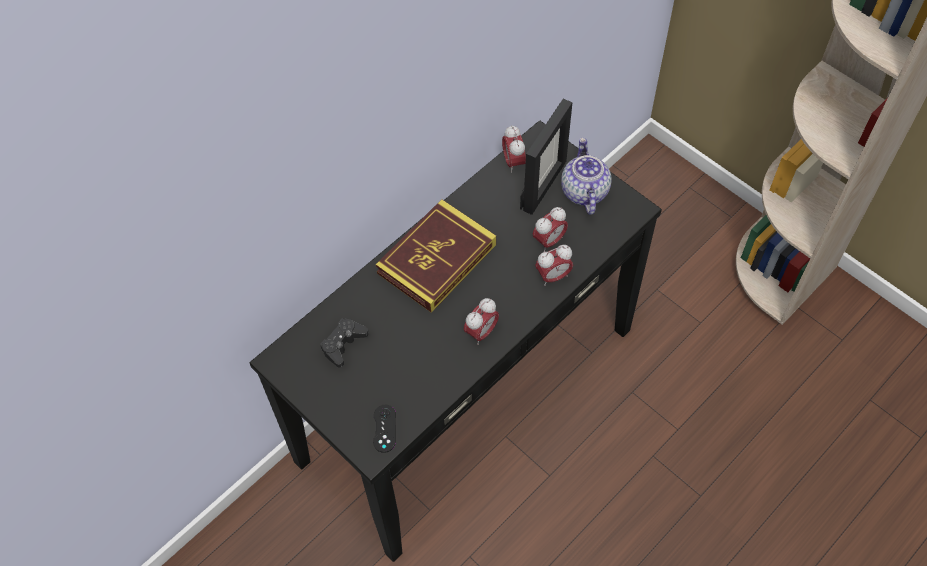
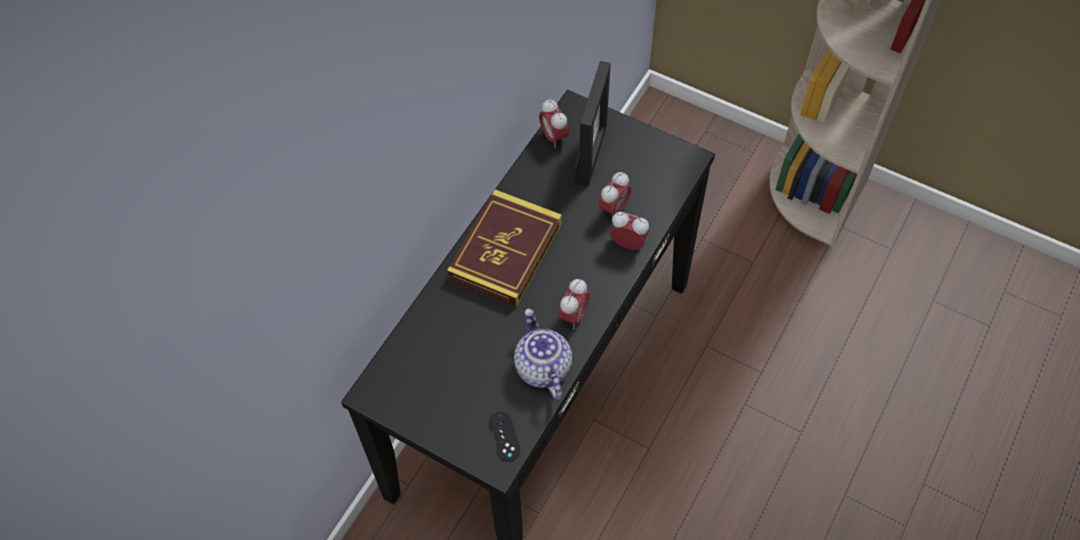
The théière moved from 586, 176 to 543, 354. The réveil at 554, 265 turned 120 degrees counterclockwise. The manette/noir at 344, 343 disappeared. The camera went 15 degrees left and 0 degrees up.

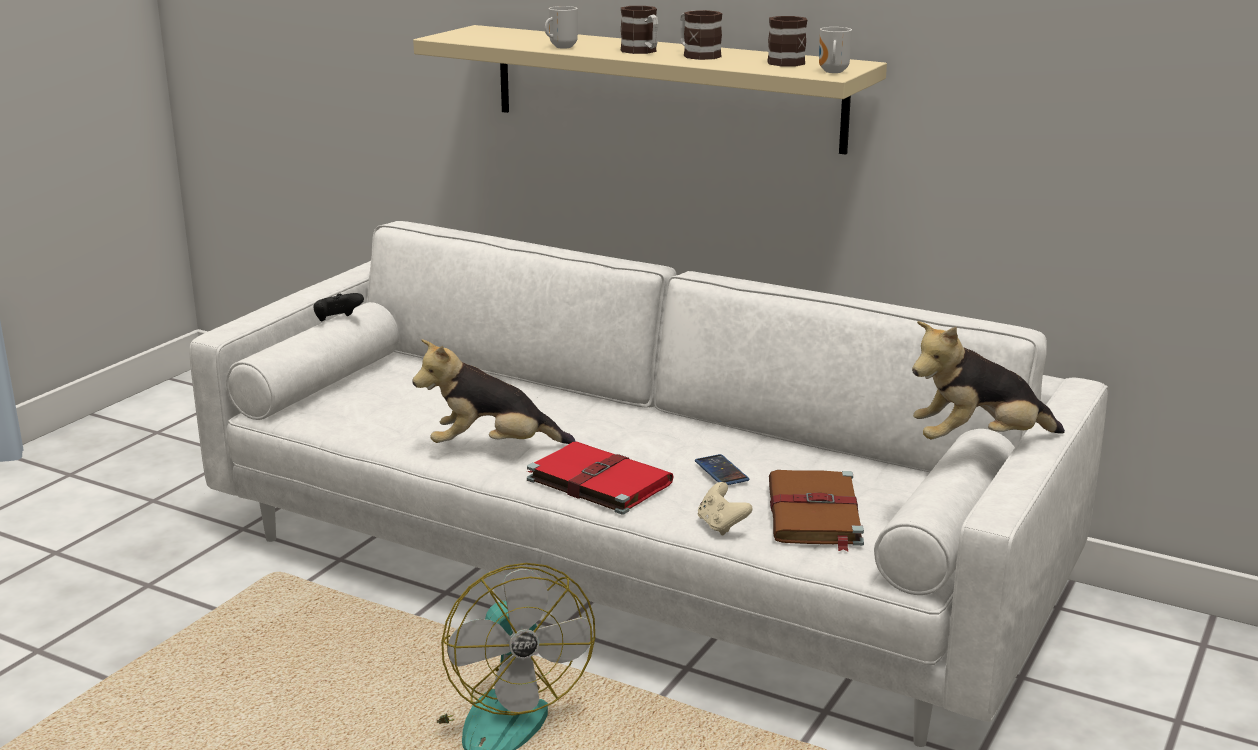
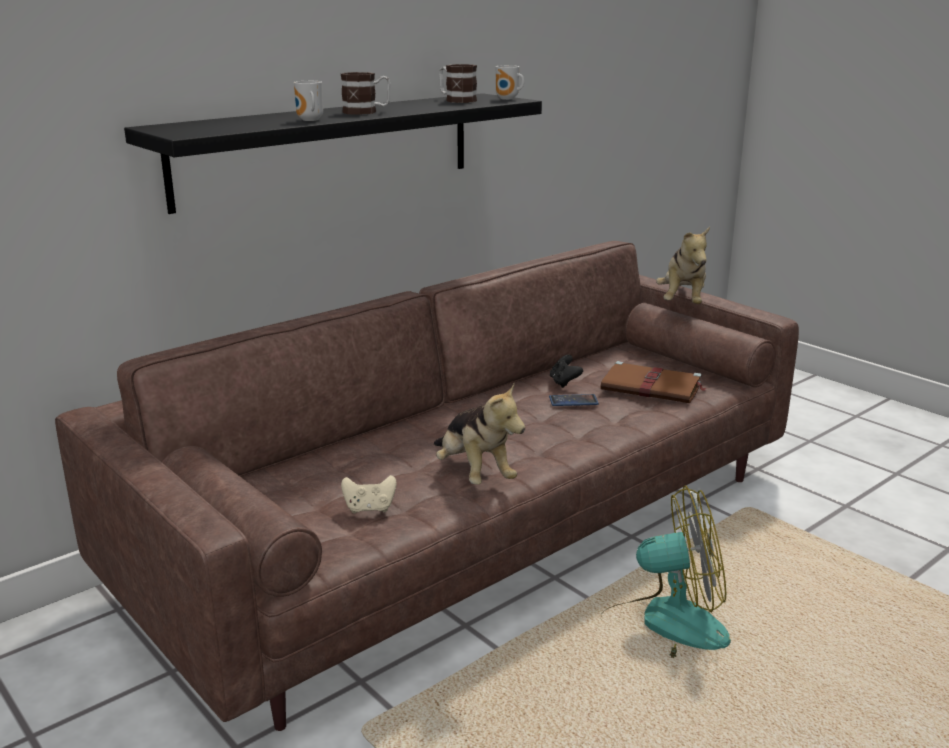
The canapé/blanc at 649, 484 became the canapé/marron at 427, 486. The étagère/beige at 650, 90 became the étagère/noir at 333, 153. The manette/beige moved from 725, 509 to 369, 494. The peluche at 494, 391 turned 45 degrees counterclockwise. The manette/noir moved from 338, 307 to 566, 371. The livre/rouge at 600, 478 disappeared. The mug at 701, 35 disappeared. The camera went 70 degrees left and 0 degrees up.

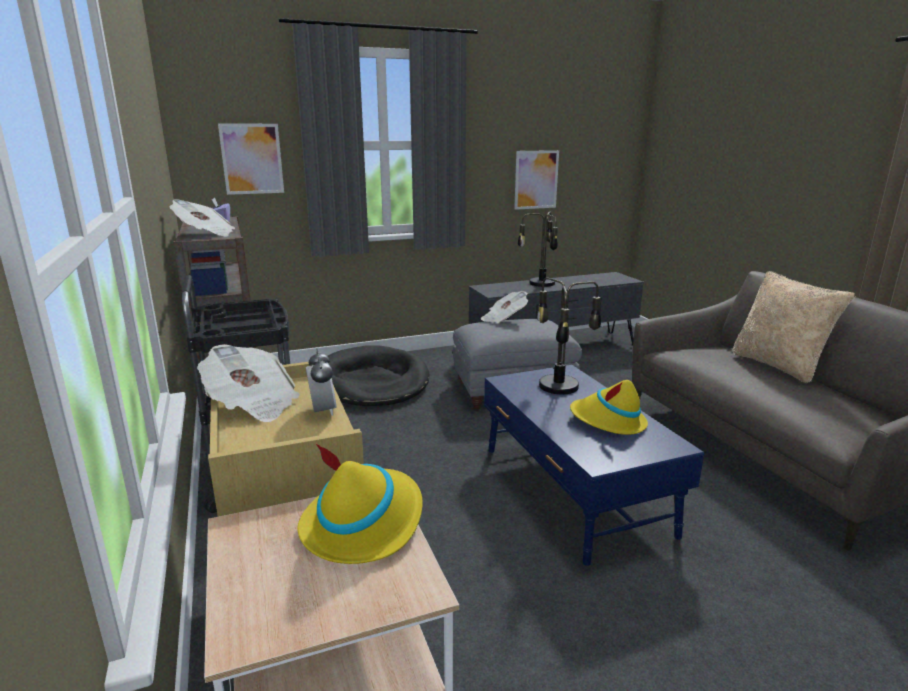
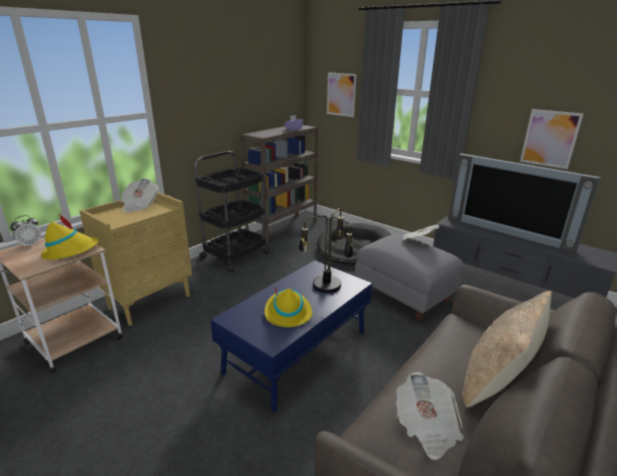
The réveil moved from 321, 382 to 25, 231. The journal moved from 202, 218 to 430, 416. The lampe de table at 538, 249 was replaced by the téléviseur at 524, 203. The camera went 60 degrees right and 5 degrees up.

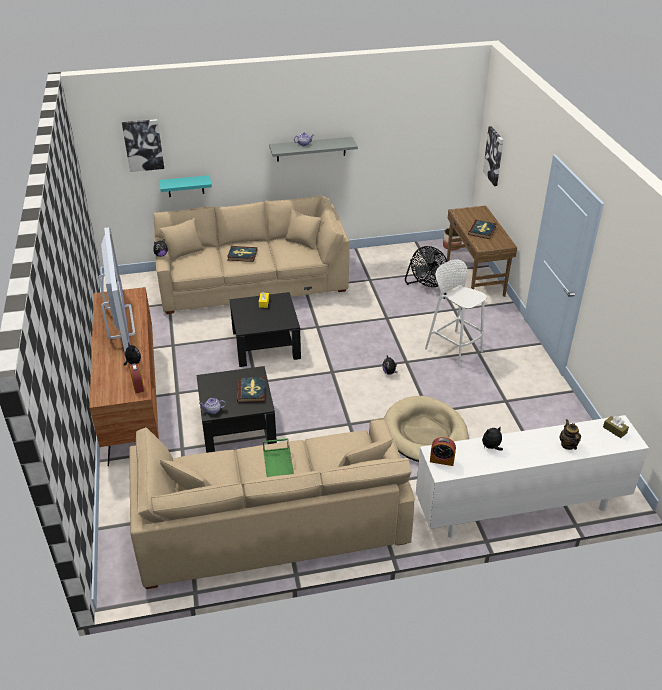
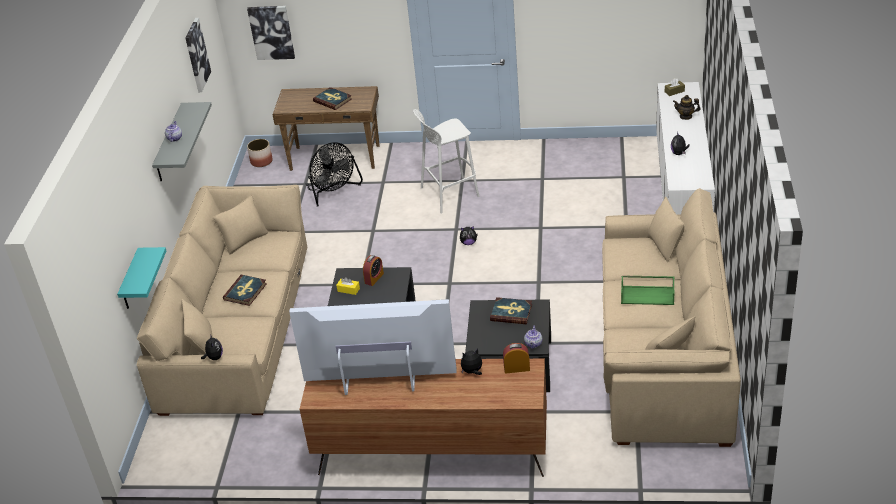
The tableau moved from 143, 145 to 198, 55. The réveil moved from 443, 451 to 373, 270. The panier pour chien/beige at 426, 429 disappeared. The camera went 70 degrees left and 0 degrees up.

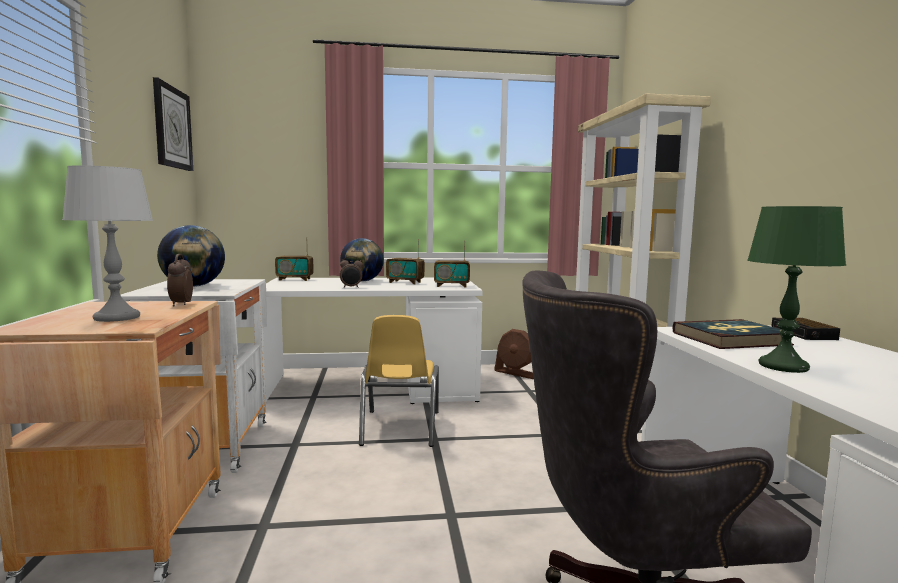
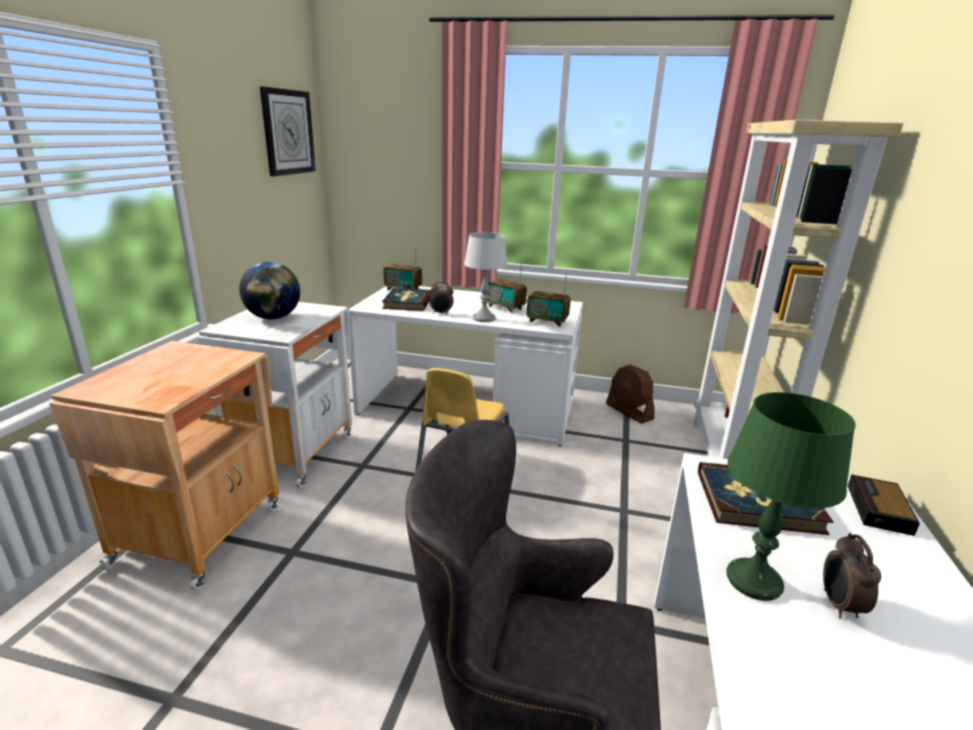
The livre at 407, 299 appeared. The lampe de table/gris moved from 107, 243 to 486, 277. The réveil moved from 180, 280 to 852, 576. The globe at 362, 260 disappeared. The camera went 20 degrees right and 15 degrees up.

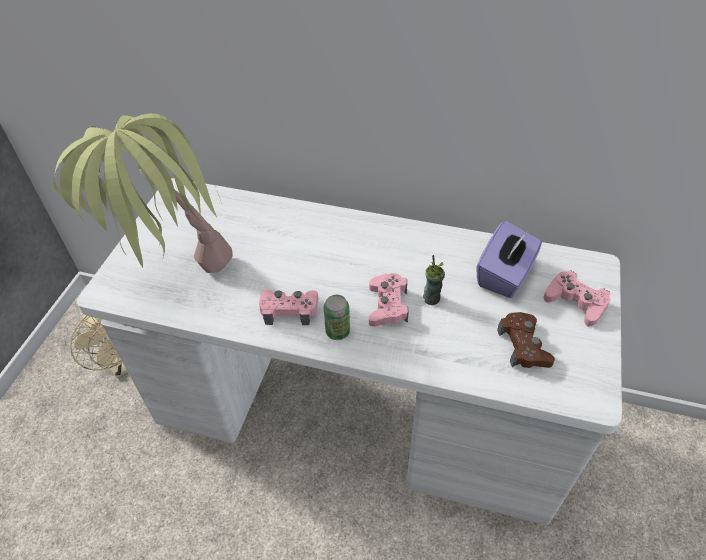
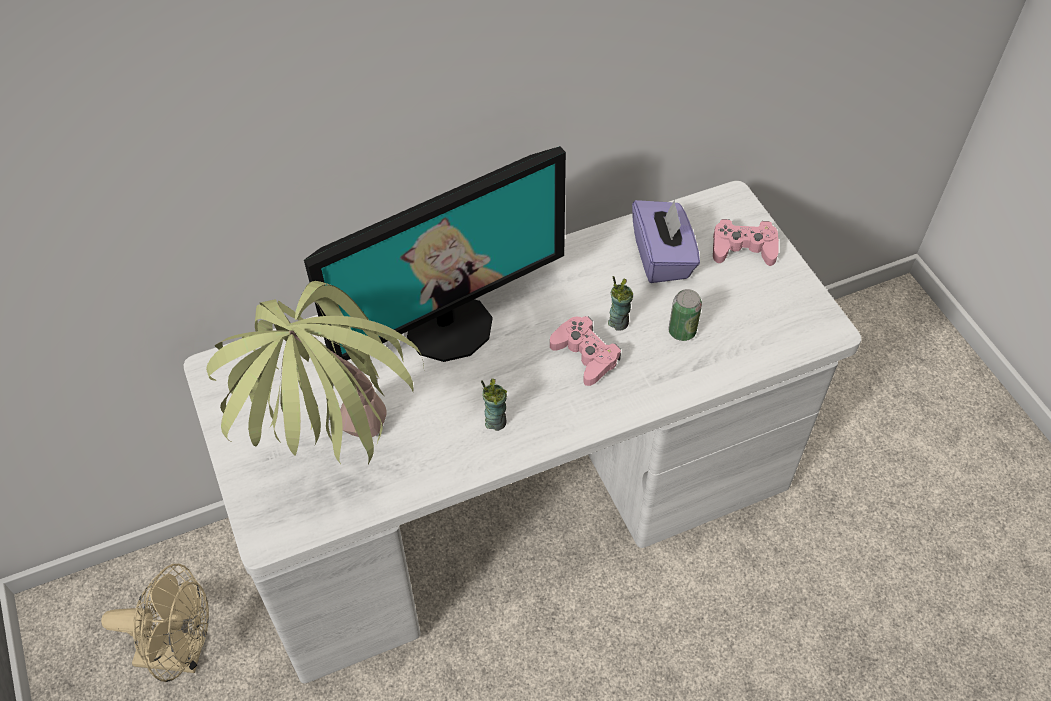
The écran d'ordinateur at 435, 254 appeared. The manette/rose at 288, 307 was replaced by the tasse at 494, 405. The boîte métallique moved from 337, 317 to 685, 315. The manette/marron at 526, 340 disappeared. The camera went 40 degrees left and 5 degrees up.

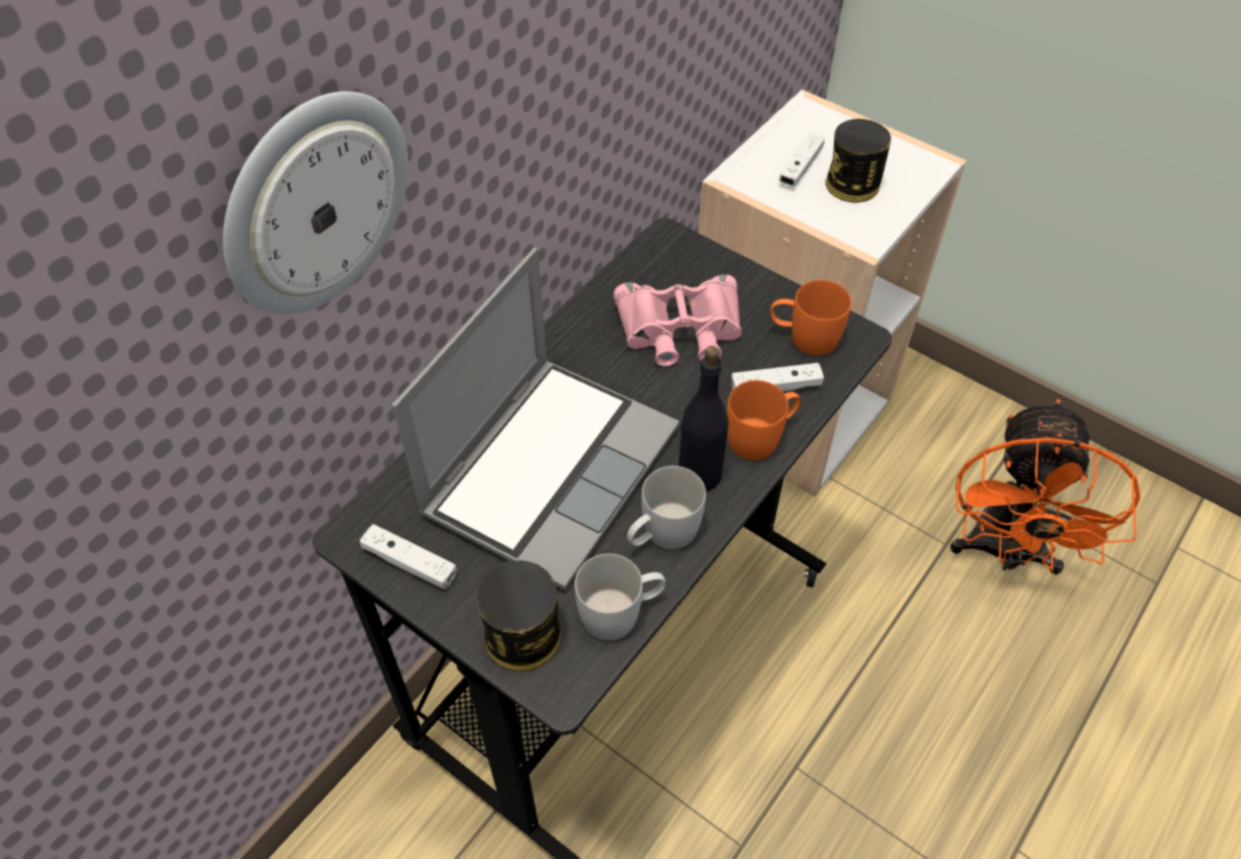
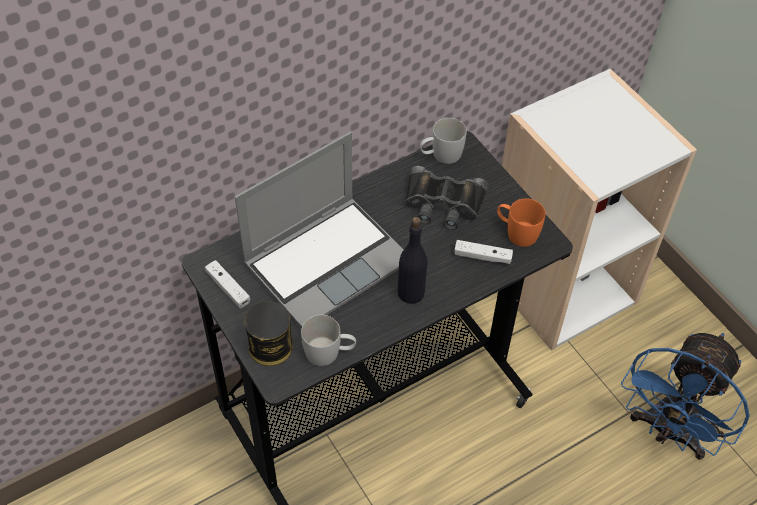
The jumelles/rose at 678, 320 became the jumelles/noir at 447, 198. The mug/blanc moved from 666, 507 to 443, 141. The ventilateur/orange at 1045, 487 became the ventilateur/bleu at 685, 396. The horloge murale at 315, 202 disappeared. The mug/orange at 764, 420 disappeared. The manette/blanc at 802, 159 disappeared. The boîte métallique at 858, 161 disappeared. The camera went 20 degrees right and 0 degrees up.

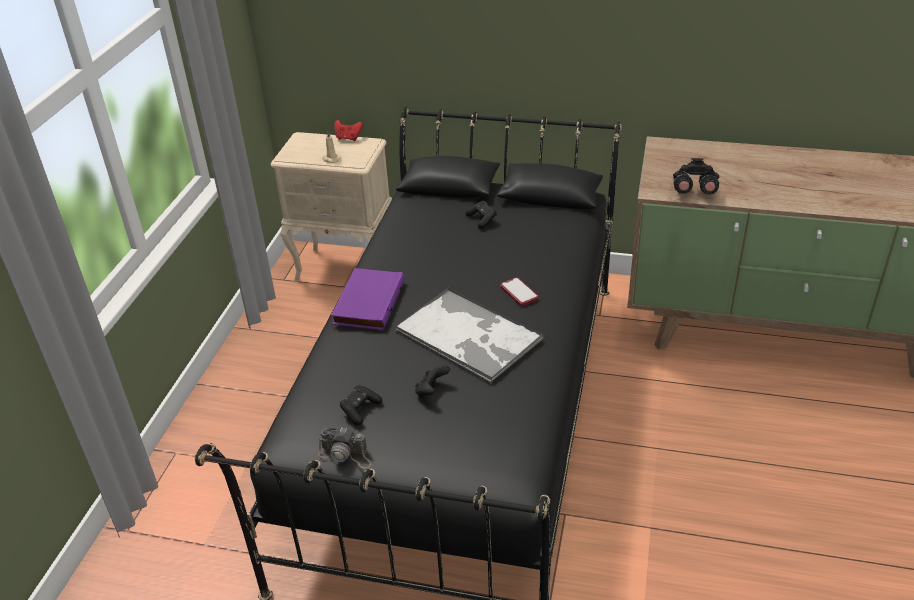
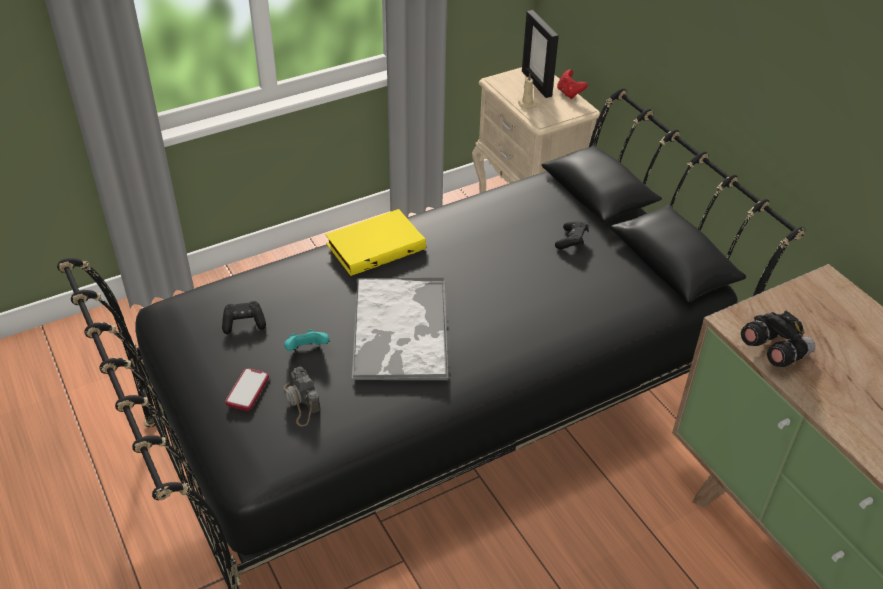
The téléphone moved from 519, 292 to 247, 389. The manette/noir at 432, 381 became the manette/turquoise at 306, 340. The appareil photo moved from 344, 448 to 302, 396. The livre/violet at 368, 299 became the livre/jaune at 375, 242. The cadre photo at 540, 54 appeared. The camera went 45 degrees right and 5 degrees up.

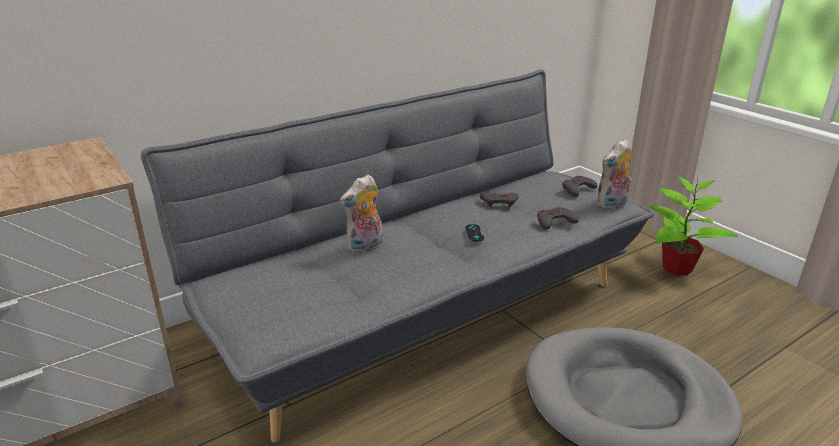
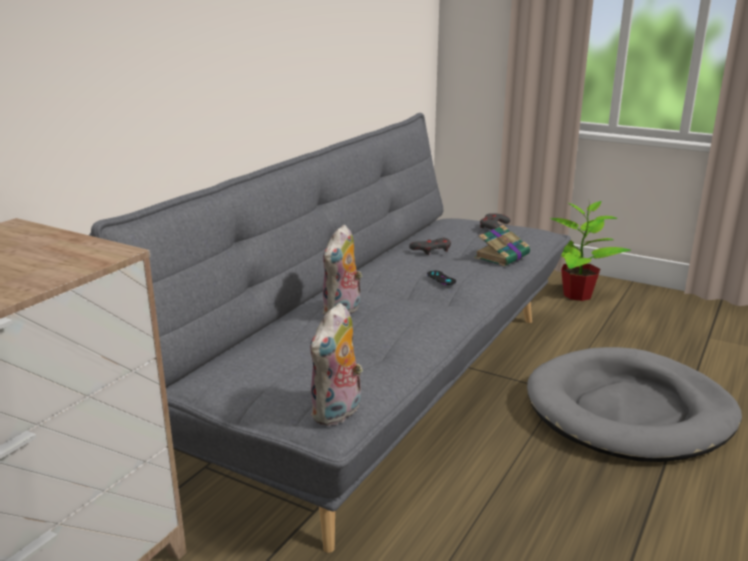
The peluche moved from 614, 174 to 336, 364. The manette/gris at 558, 218 was replaced by the livre at 502, 245. The camera went 25 degrees left and 5 degrees down.

